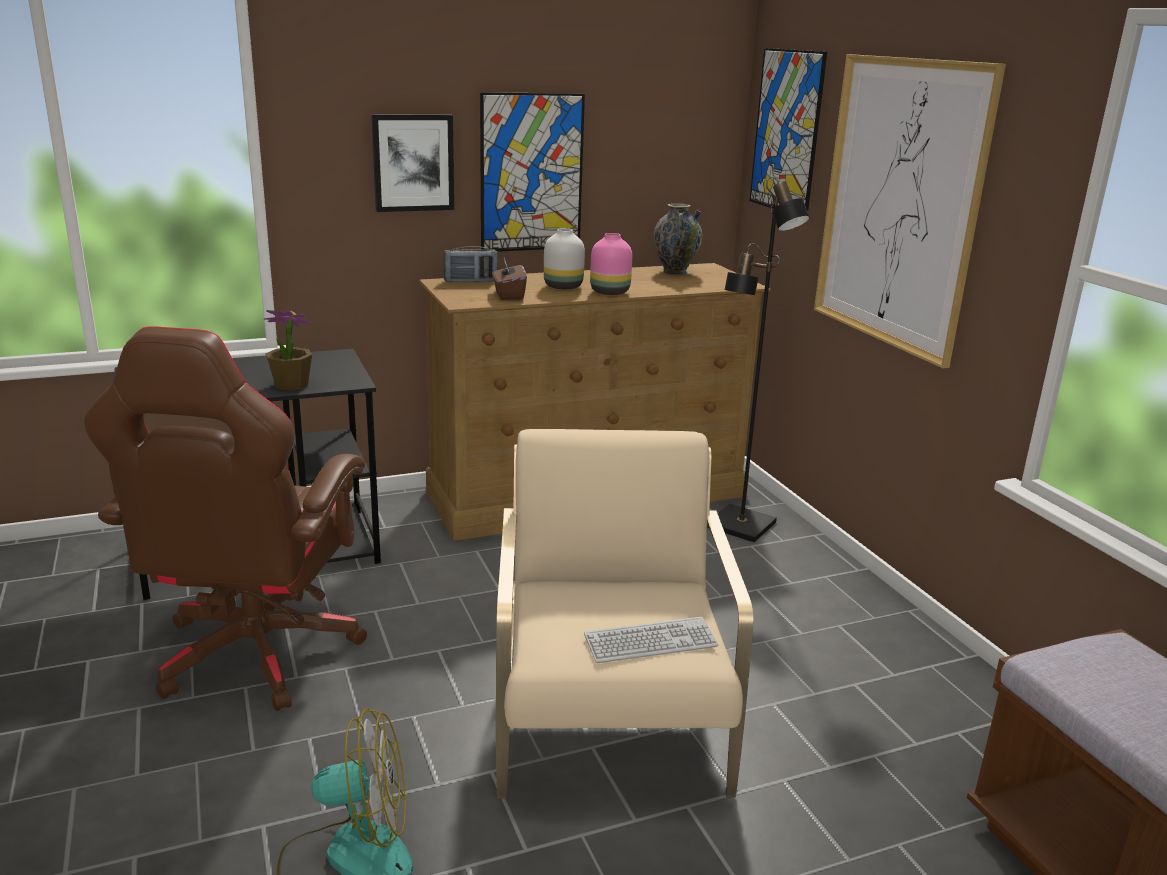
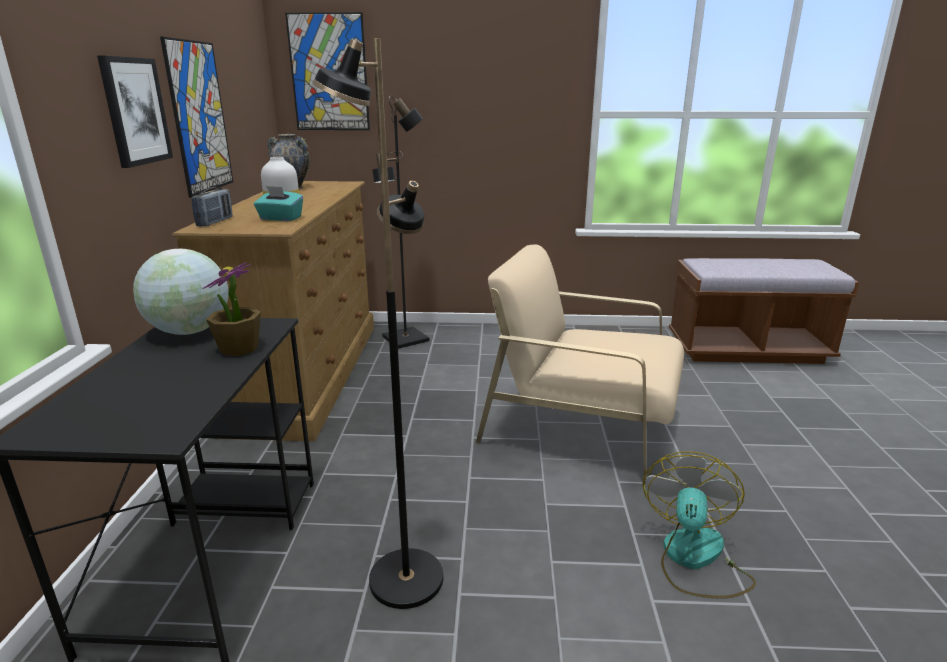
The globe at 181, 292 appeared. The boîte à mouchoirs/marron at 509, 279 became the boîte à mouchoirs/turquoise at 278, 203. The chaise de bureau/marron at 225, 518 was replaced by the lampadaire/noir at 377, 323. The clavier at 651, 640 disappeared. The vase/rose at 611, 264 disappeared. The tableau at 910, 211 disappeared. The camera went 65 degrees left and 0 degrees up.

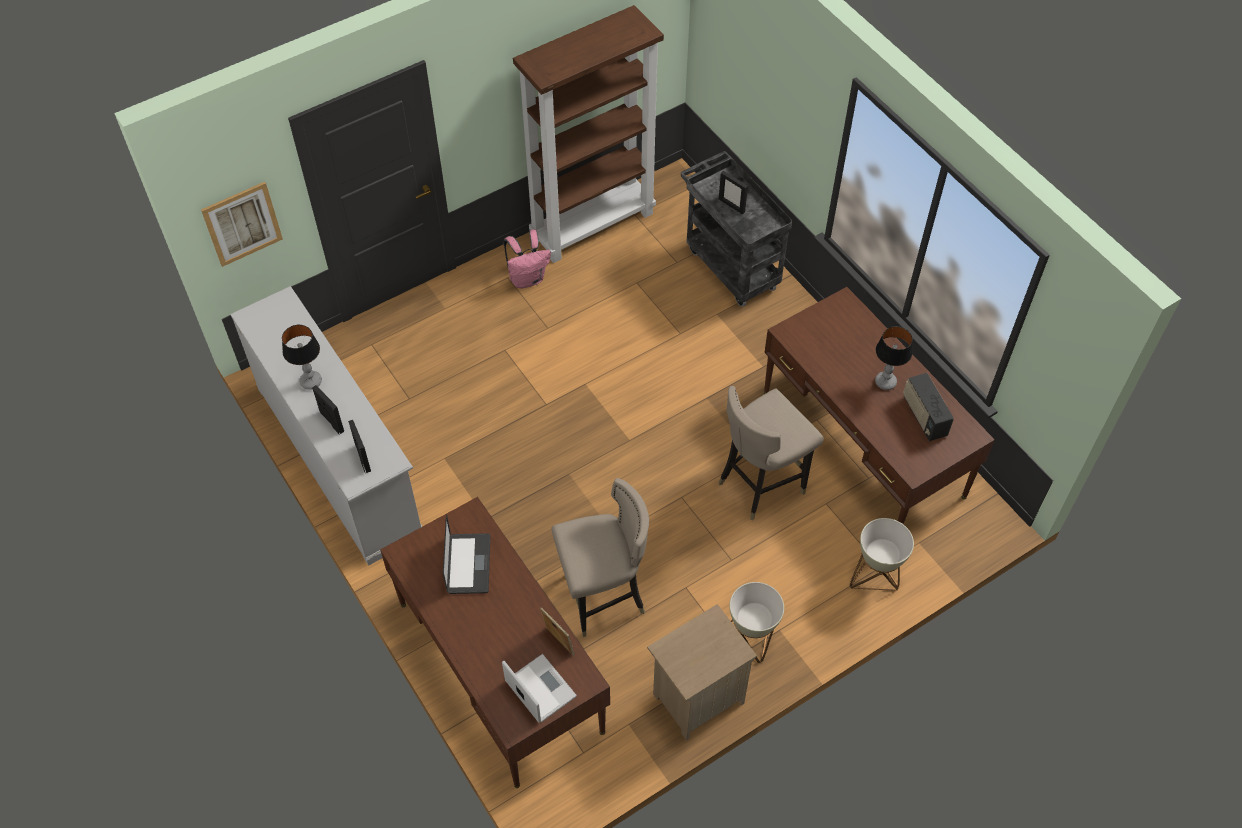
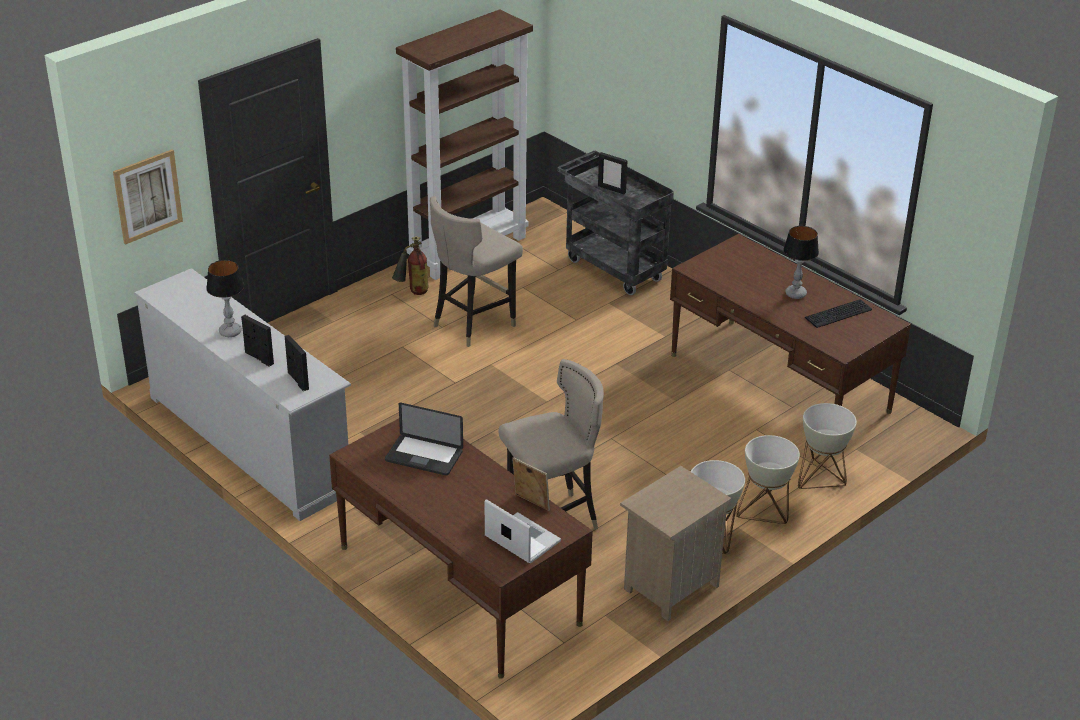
The ordinateur portable at 466, 554 turned 120 degrees clockwise. The sac à dos/rose at 527, 259 was replaced by the extincteur at 410, 265. The tabouret/beige moved from 771, 453 to 476, 271. The cache-pot at 768, 479 appeared. The radio at 928, 407 was replaced by the clavier at 838, 313. The camera went 10 degrees left and 20 degrees down.

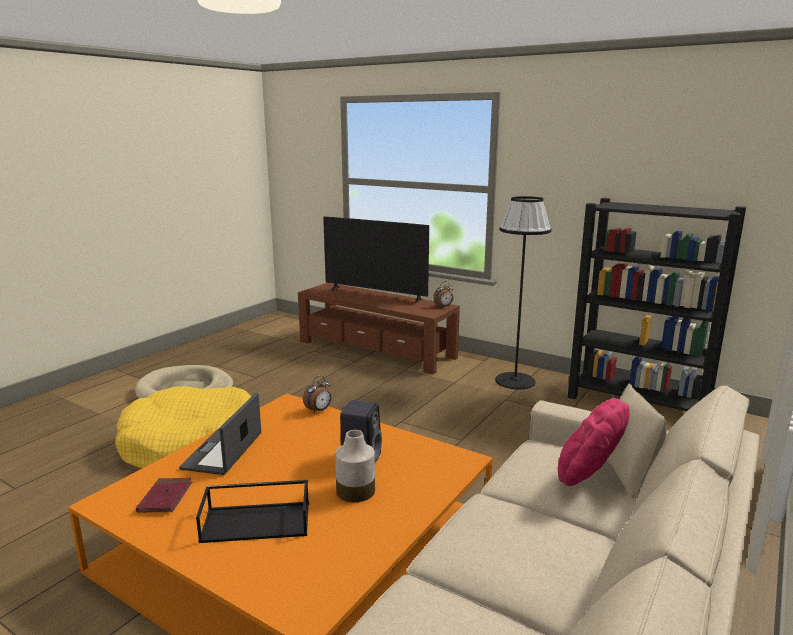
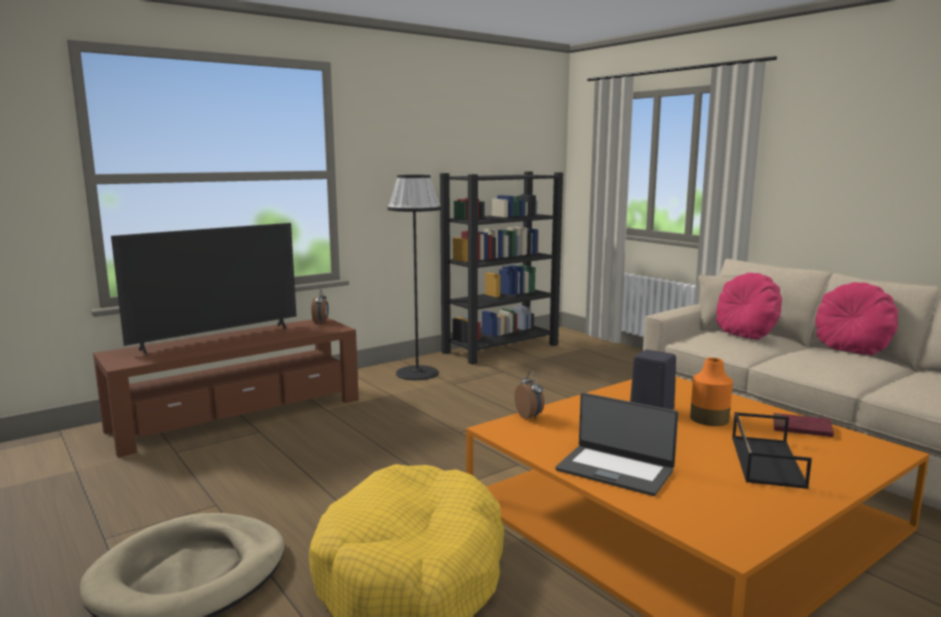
The vase/beige at 355, 466 became the vase/orange at 711, 392. The livre/rouge moved from 164, 495 to 803, 425. The coussin/rose at 856, 318 appeared. The camera went 70 degrees left and 5 degrees down.

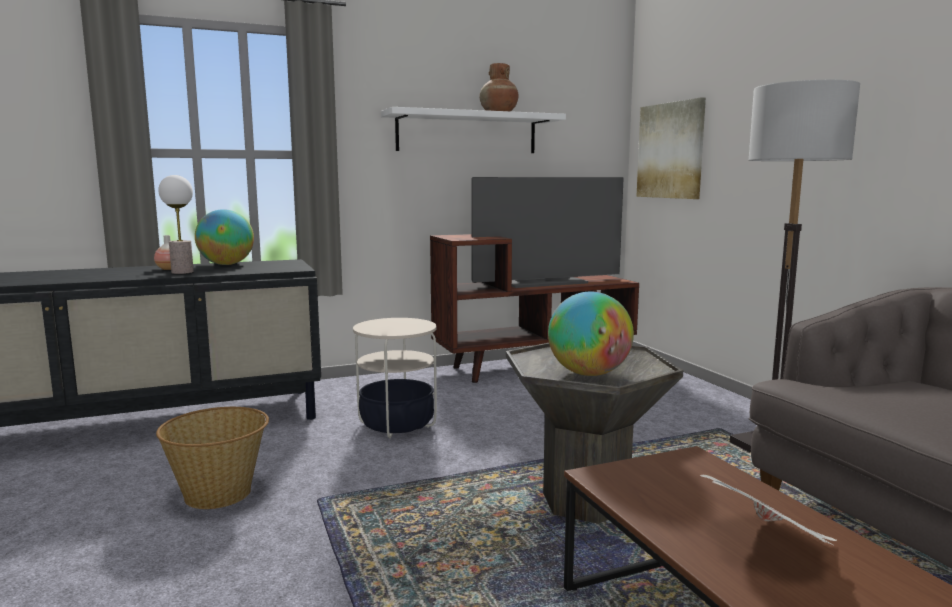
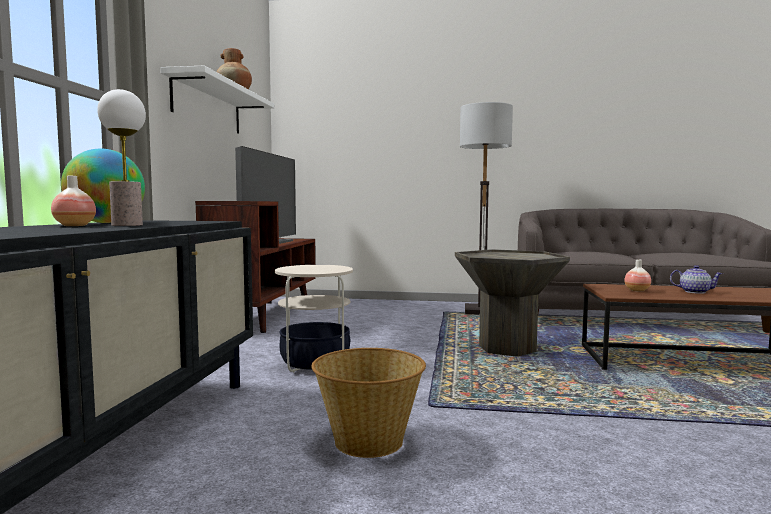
The vase at 637, 275 appeared. The journal at 768, 510 was replaced by the théière at 696, 279. The globe at 591, 333 disappeared. The tableau at 671, 148 disappeared. The camera went 60 degrees left and 5 degrees down.

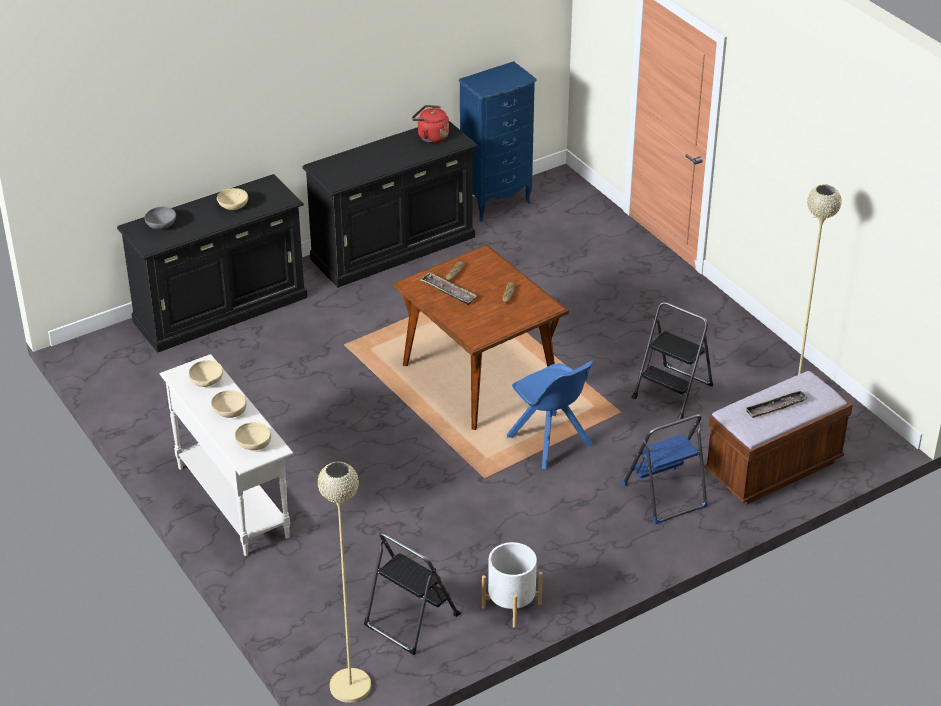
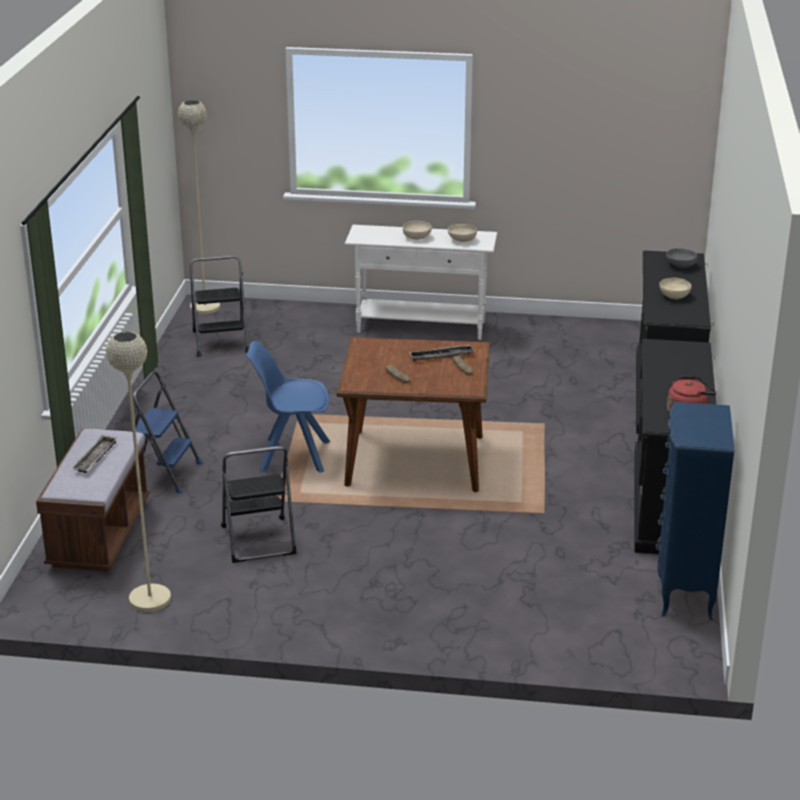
The bol/beige at 253, 436 disappeared. The cache-pot/blanc at 512, 585 disappeared. The camera went 130 degrees right and 10 degrees down.

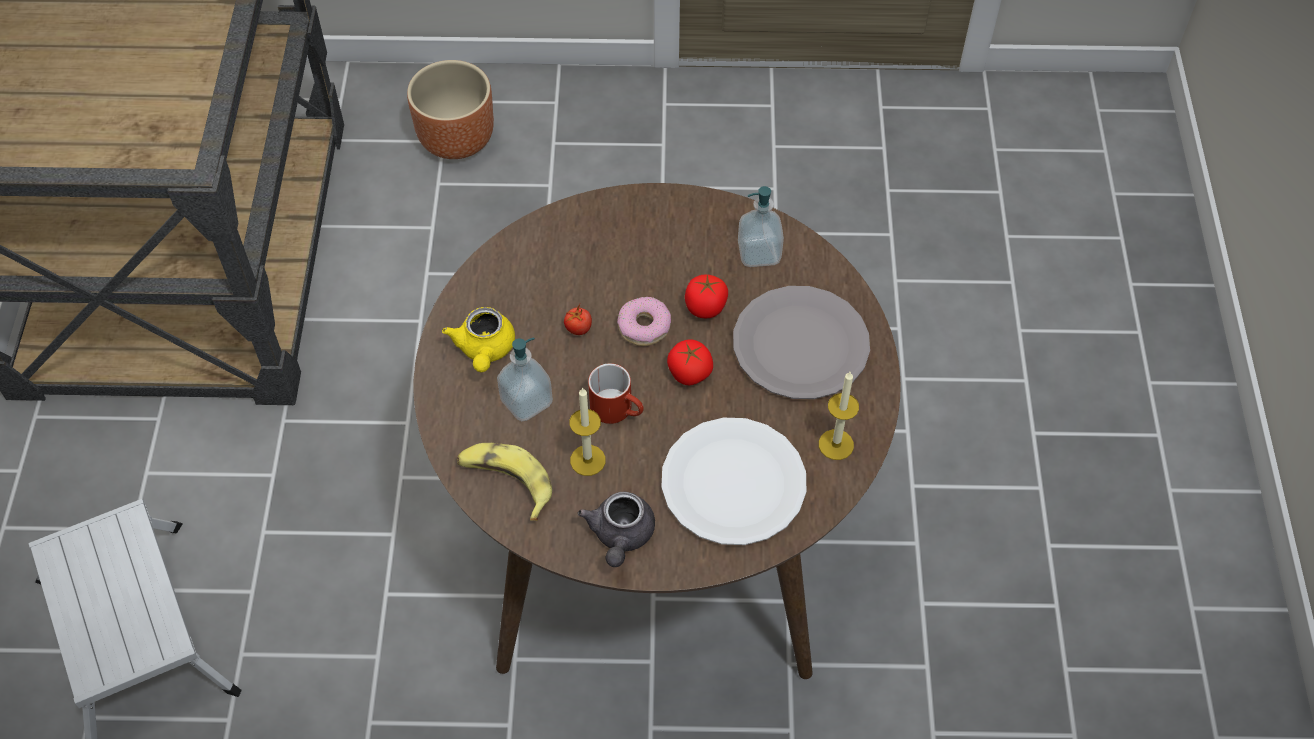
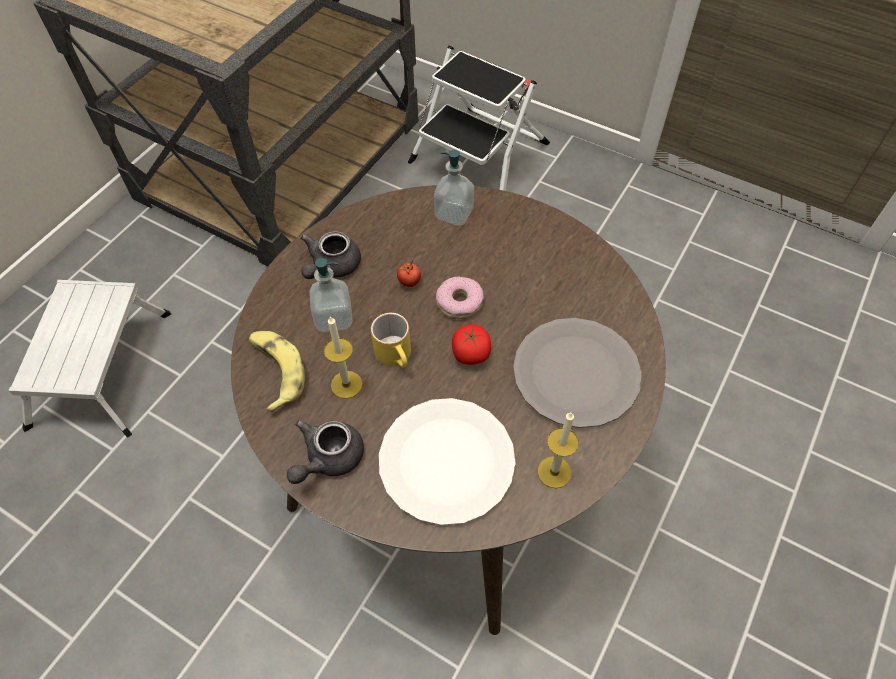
The théière/jaune at 478, 339 became the théière/gris at 331, 255. The mug/rouge at 616, 393 became the mug/jaune at 391, 340. The cache-pot/marron at 450, 109 was replaced by the escabeau at 479, 118. The distributeur de savon moved from 761, 226 to 454, 188. The tomate at 706, 296 disappeared. The camera went 30 degrees right and 0 degrees up.

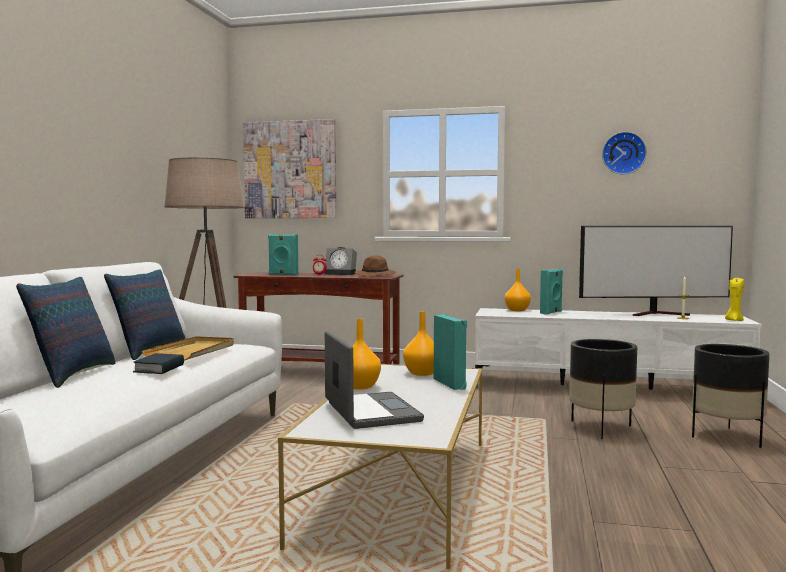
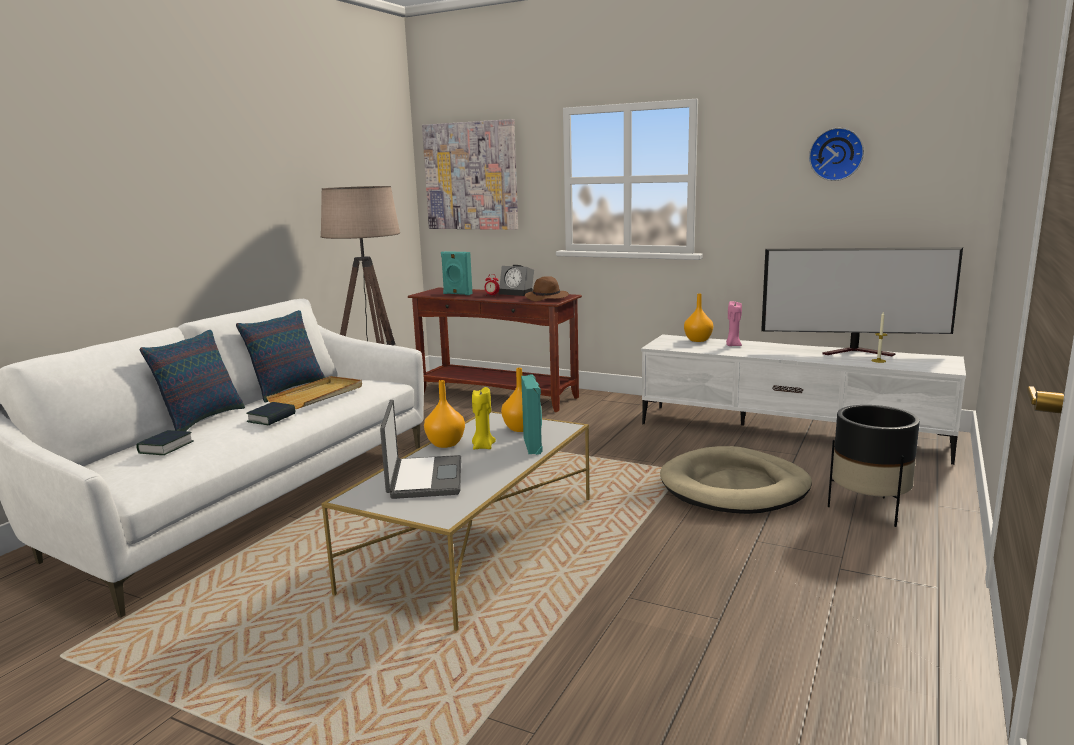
The livre at 165, 442 appeared. The bougie/jaune moved from 734, 299 to 484, 418. The cache-pot/noir at 603, 389 was replaced by the panier pour chien/beige at 736, 480. The enceinte/turquoise at 551, 292 was replaced by the bougie/rose at 734, 323. The camera went 15 degrees right and 10 degrees up.

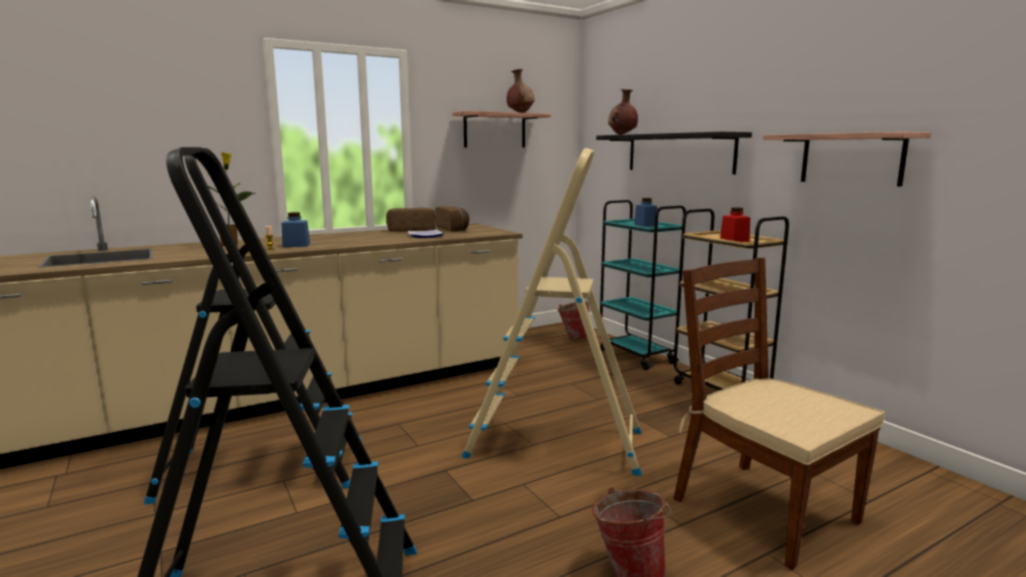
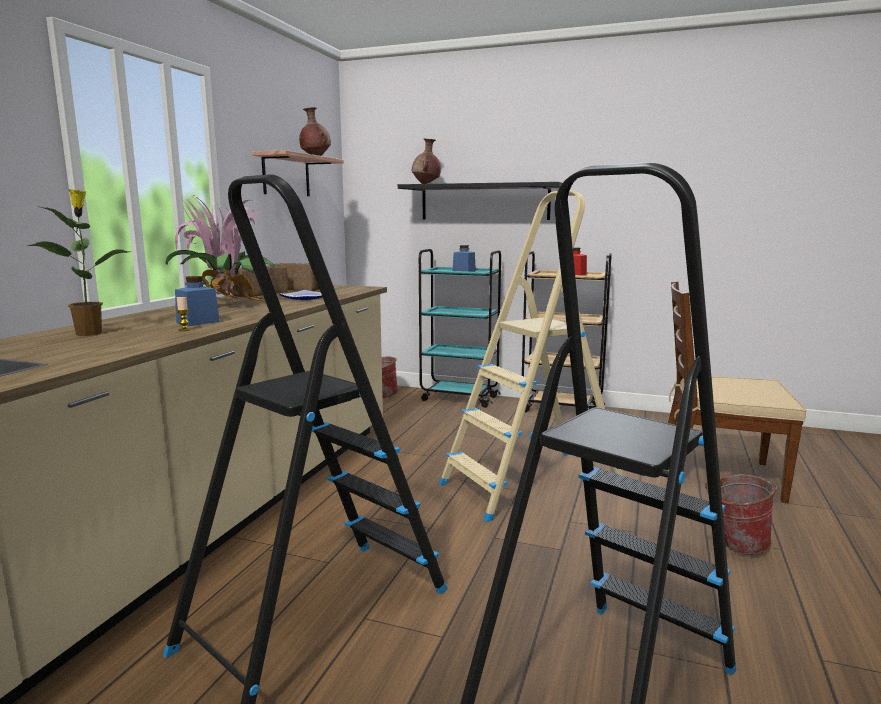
The plante en pot at 220, 249 appeared. The étagère at 847, 159 disappeared. The camera went 40 degrees left and 0 degrees up.

